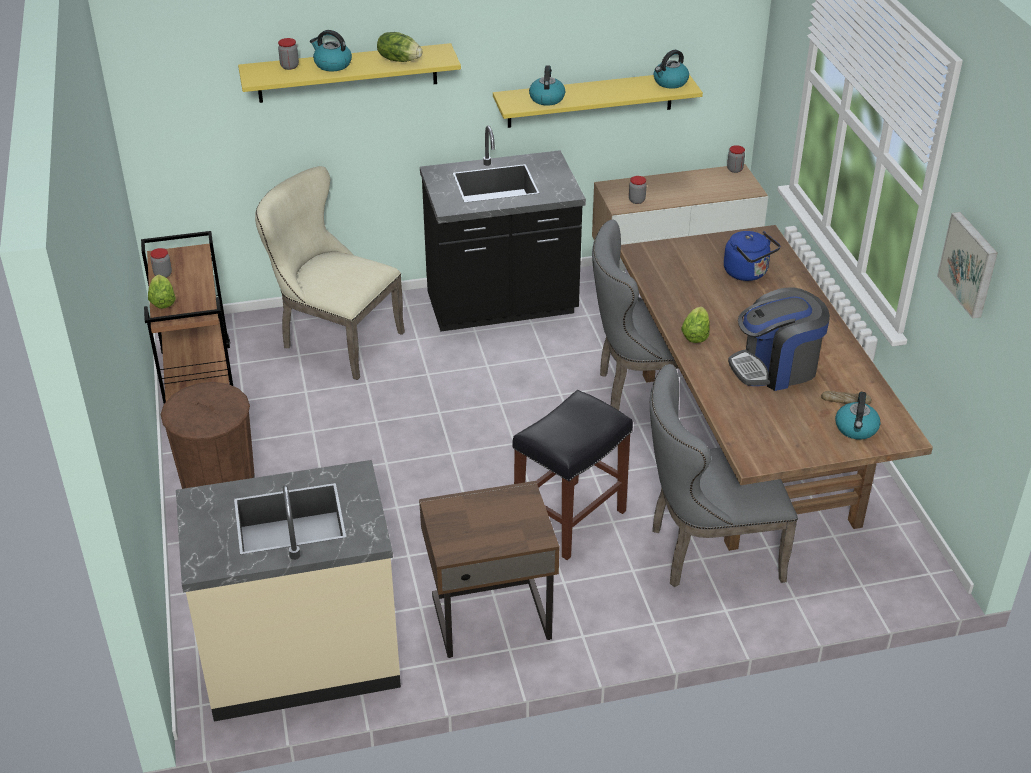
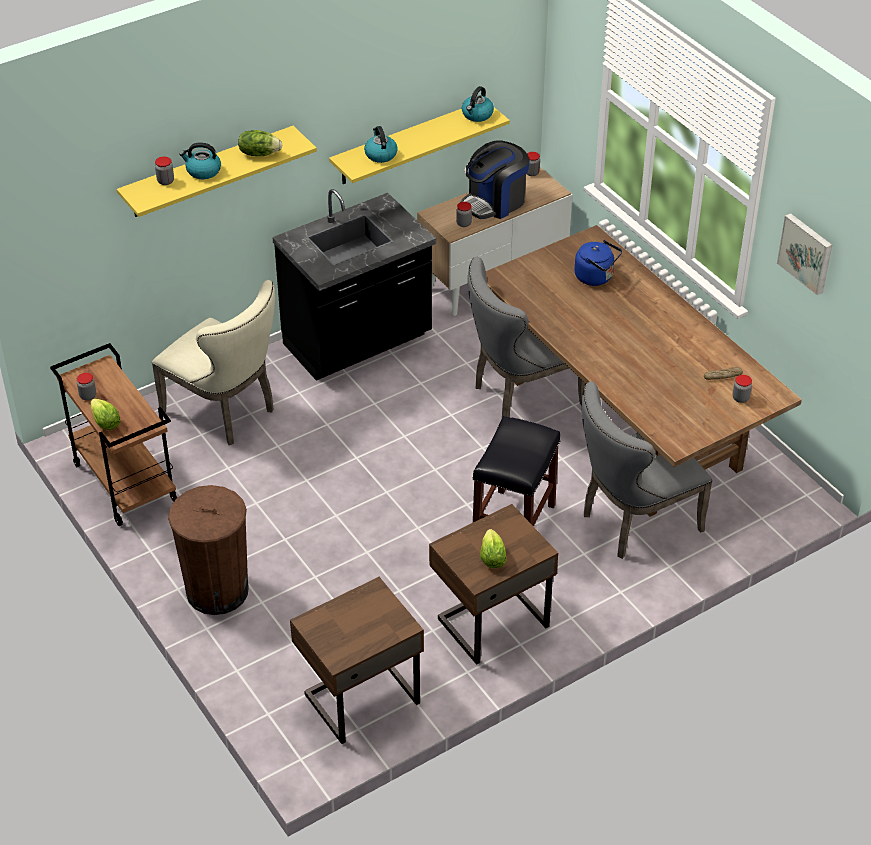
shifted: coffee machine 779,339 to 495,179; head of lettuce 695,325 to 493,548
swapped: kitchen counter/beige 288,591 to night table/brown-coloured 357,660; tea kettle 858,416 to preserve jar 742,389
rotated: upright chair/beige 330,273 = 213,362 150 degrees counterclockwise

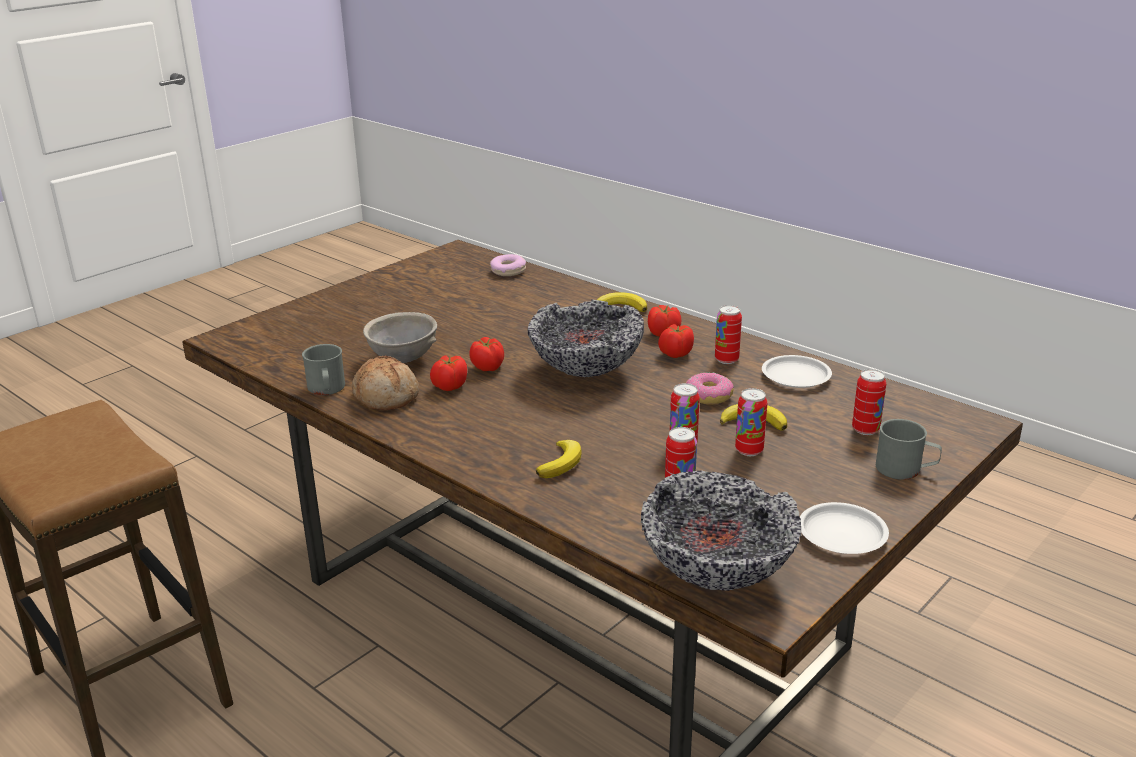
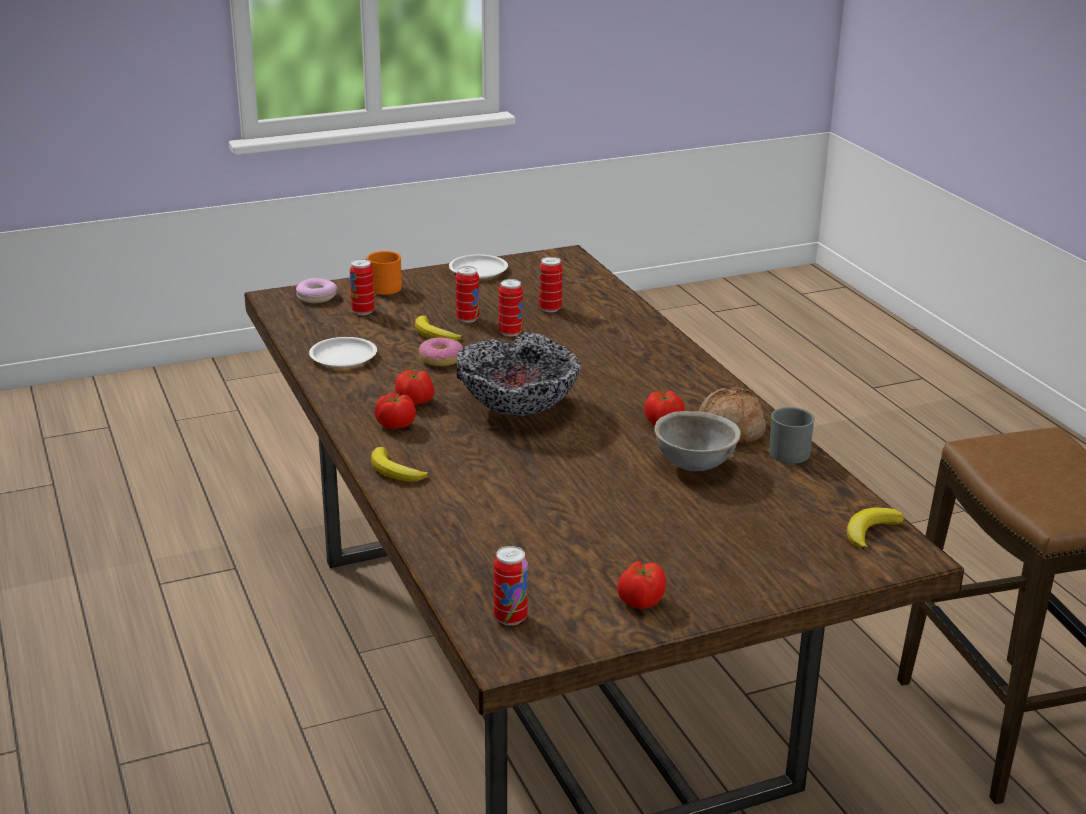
gone: serving bowl 721,530
shifted: donut 508,265 to 317,290; can 728,334 to 511,585; whole tomato 486,354 to 641,585; banana fruit 559,459 to 875,529
repainted: tea mug/greyish 909,449 to tea mug/orange-coloured 384,273

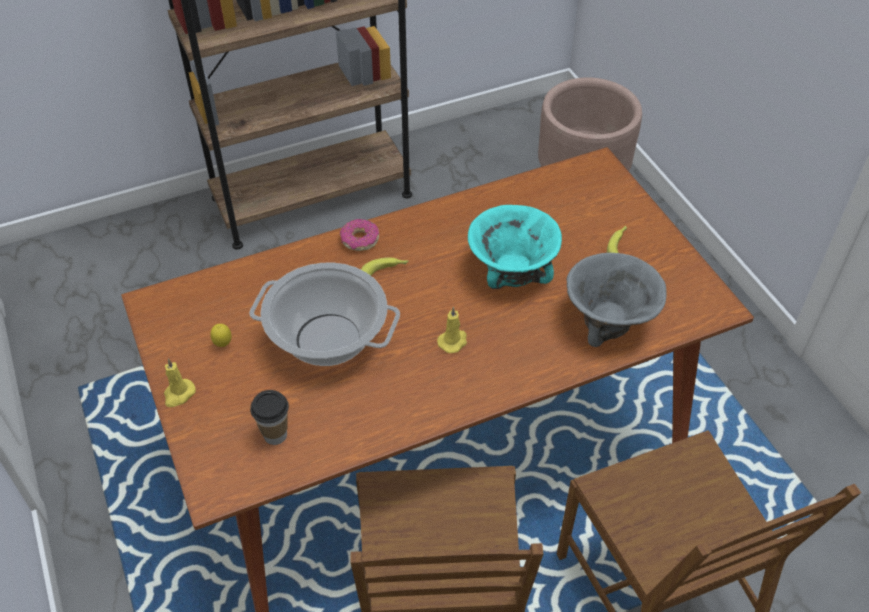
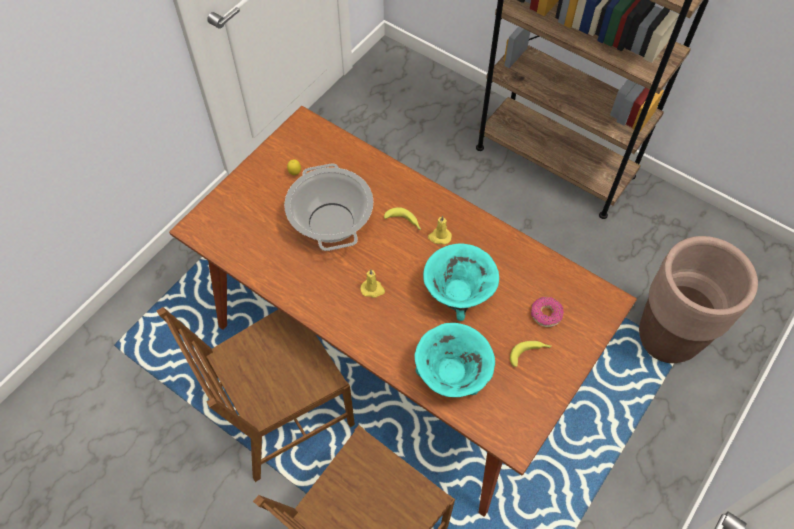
gone: drinking cup 269,417
shifted: wax light/yellowish 180,383 to 440,230; donut 359,235 to 547,312
repainted: serving bowl/greyish 616,300 to serving bowl/turquoise-coloured 455,360

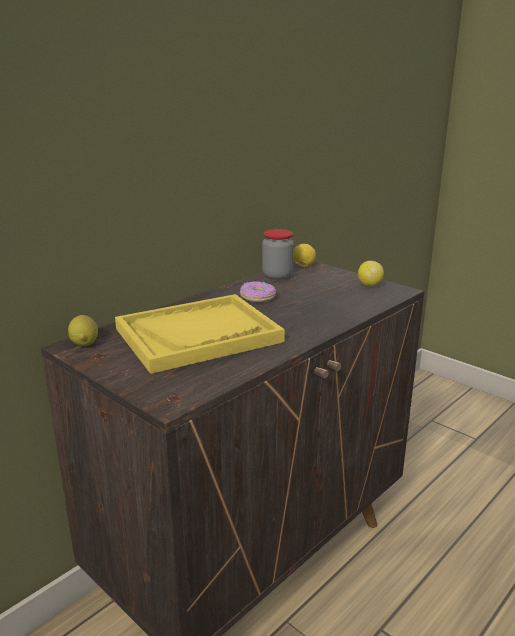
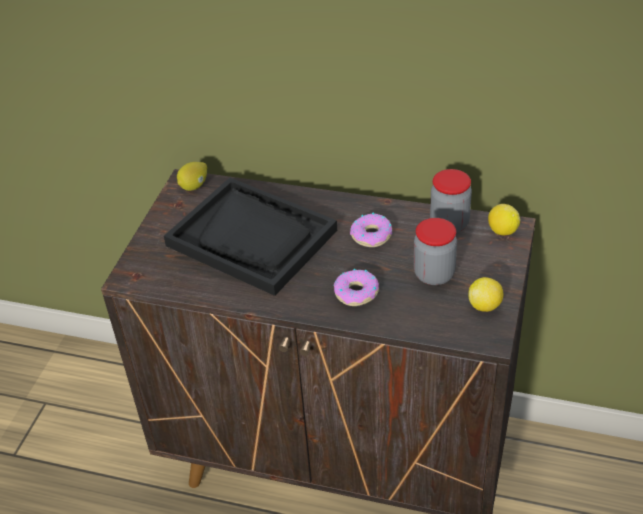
new: donut 356,287; preserve jar 435,251
repainted: serving tray/yellowish 200,334 to serving tray/black-coloured 250,237

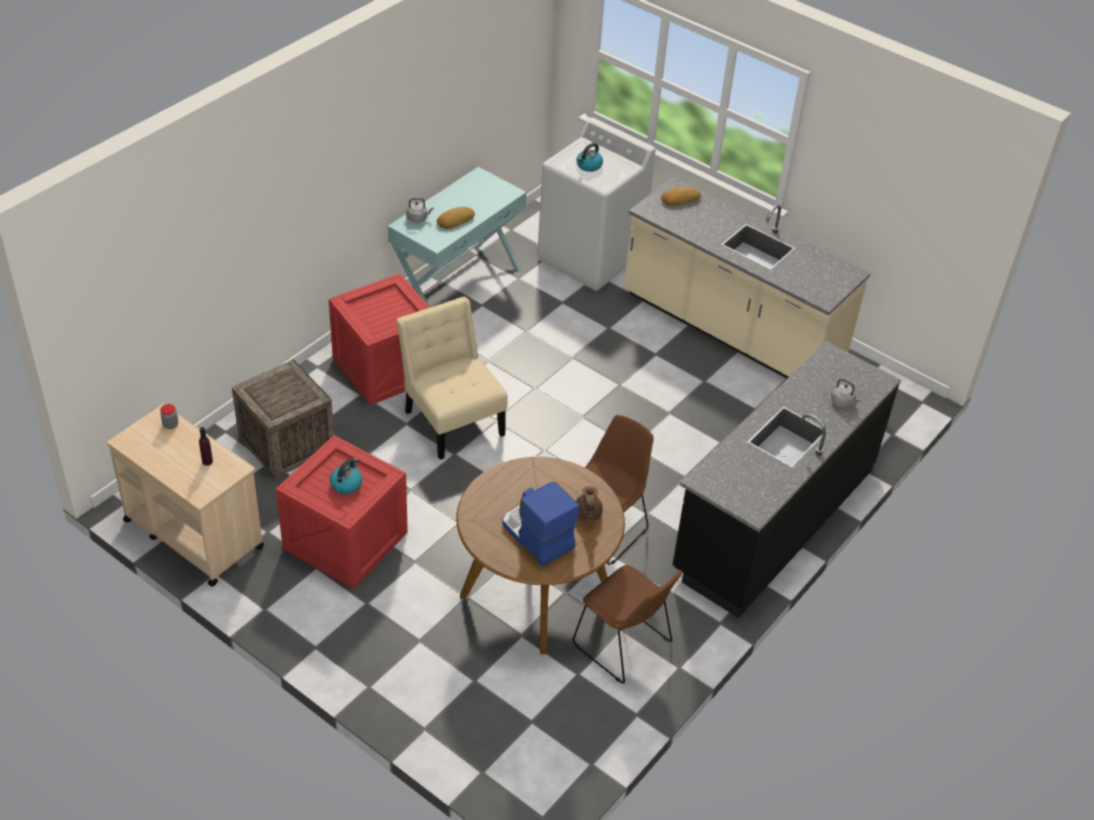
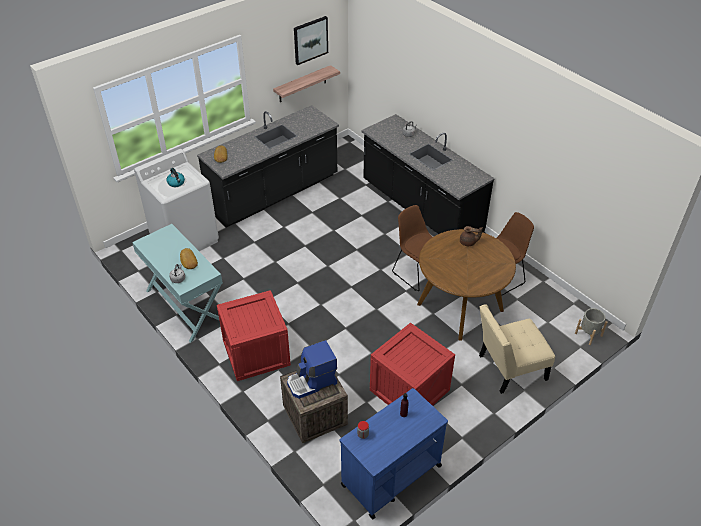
gone: tea kettle 346,476
new: shelf 306,83; wall art 311,40; flower pot/greyish 591,326
shifted: coffee machine 540,524 to 312,369; upright chair/beige 452,378 to 517,349
repainted: kitchen counter/beige 747,277 to kitchen counter/black-coloured 268,166; trolley/beige 185,495 to trolley/blue-coloured 394,453

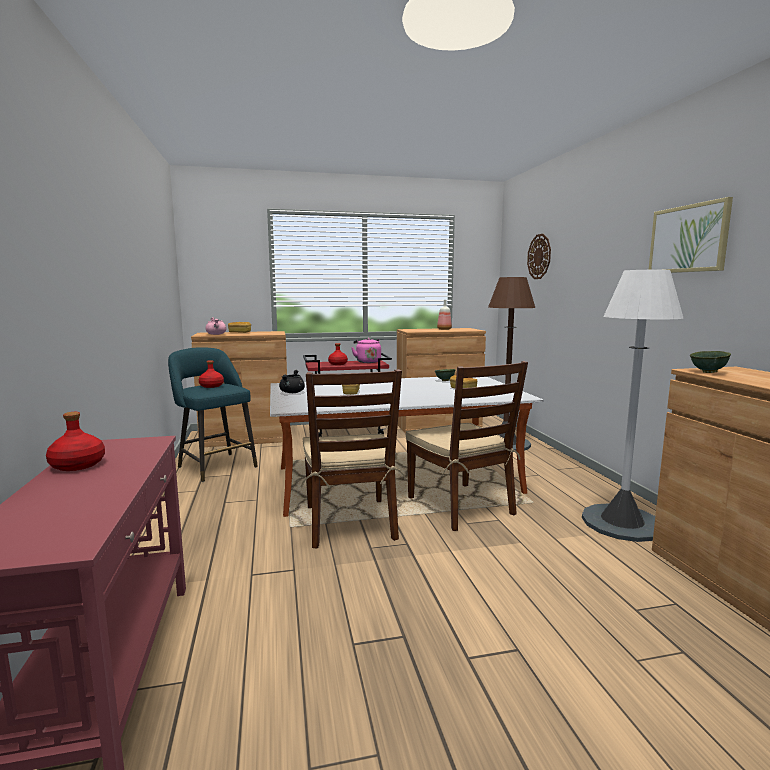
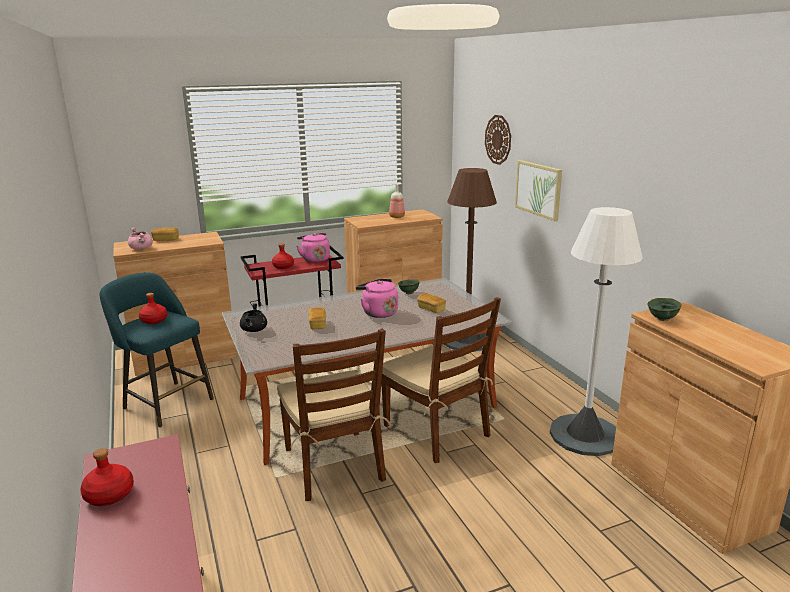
new: tea kettle/pink 376,298
shifted: wall art 691,235 to 538,190

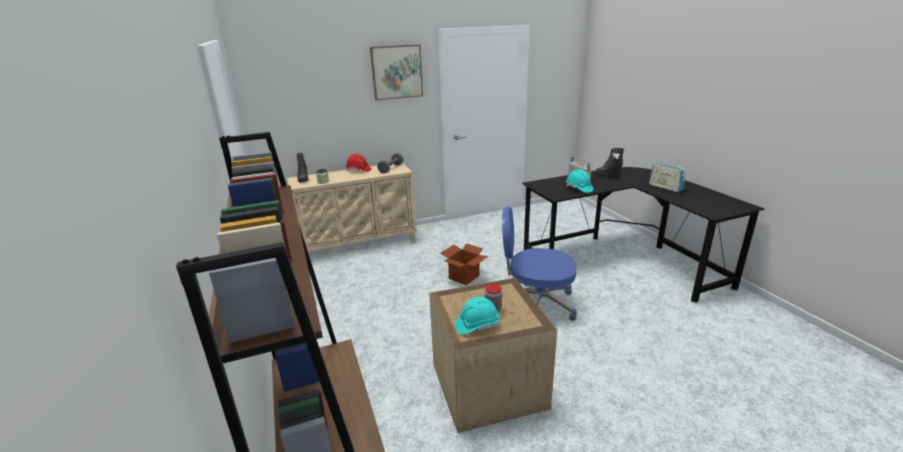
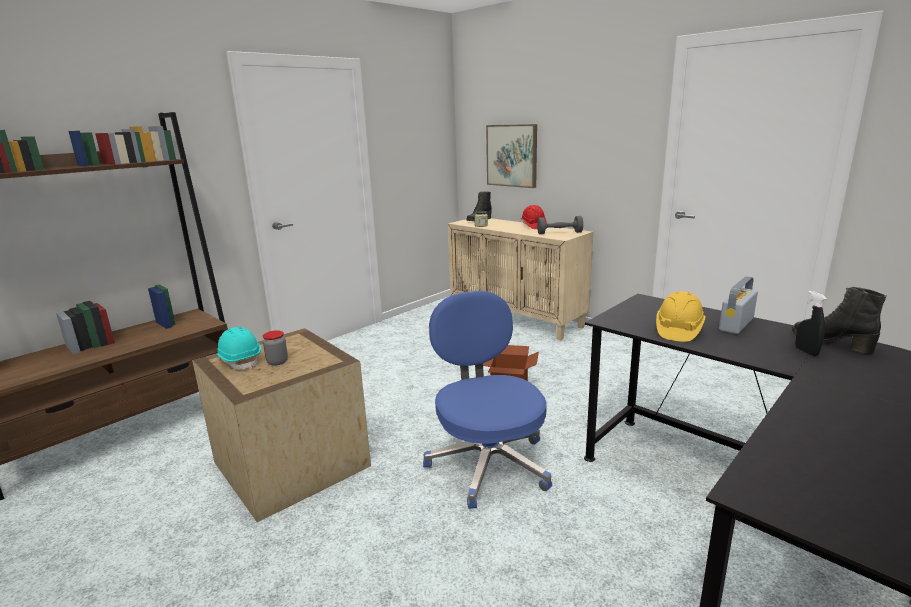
gone: radio receiver 667,175
shifted: wall art 396,72 to 511,156
repainted: safety helmet/turquoise-coloured 580,181 to safety helmet/yellowish 681,316

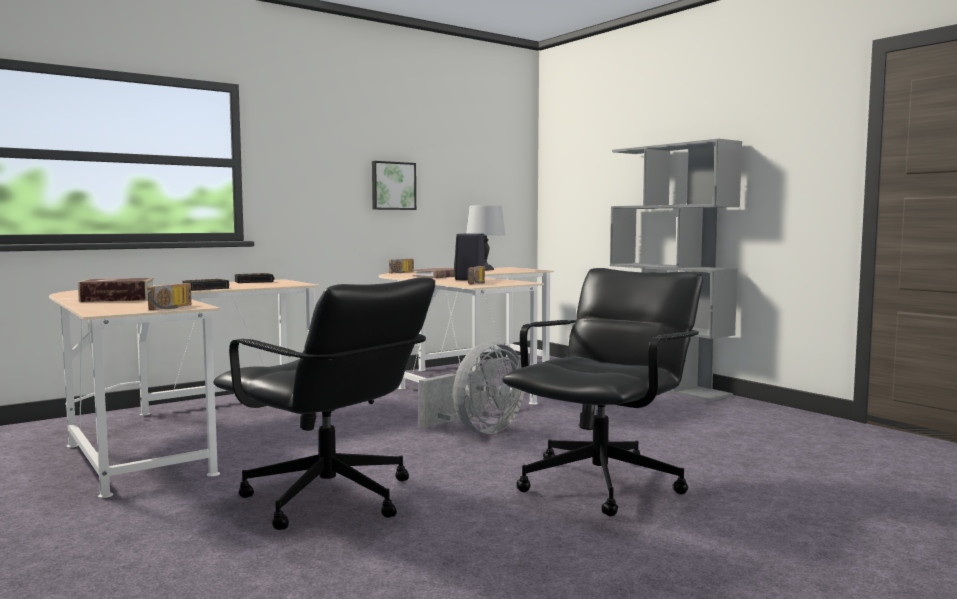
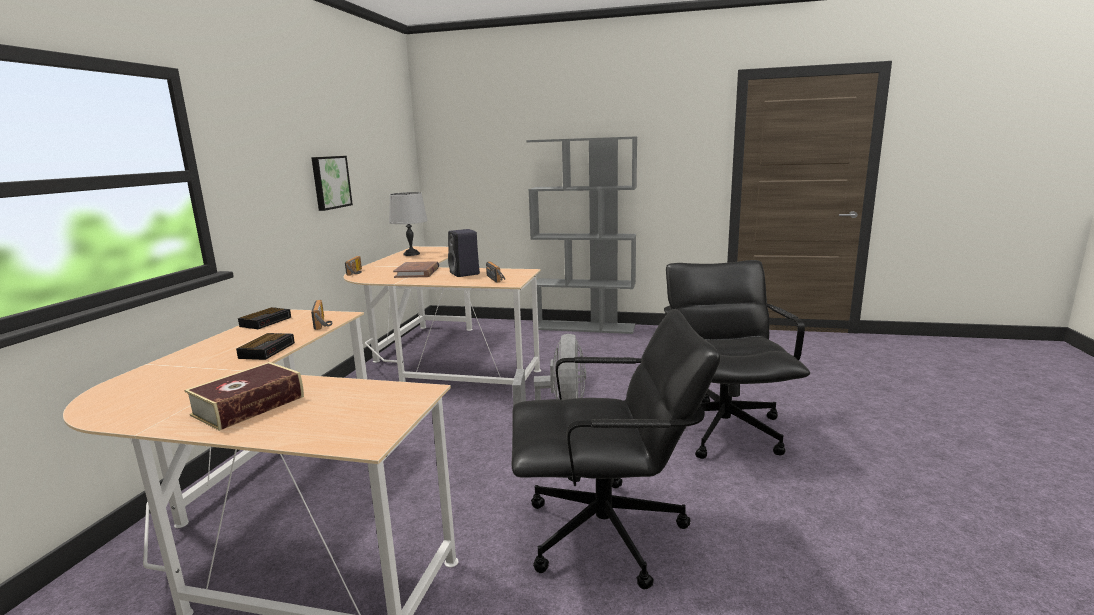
shifted: radio receiver 170,296 to 321,315

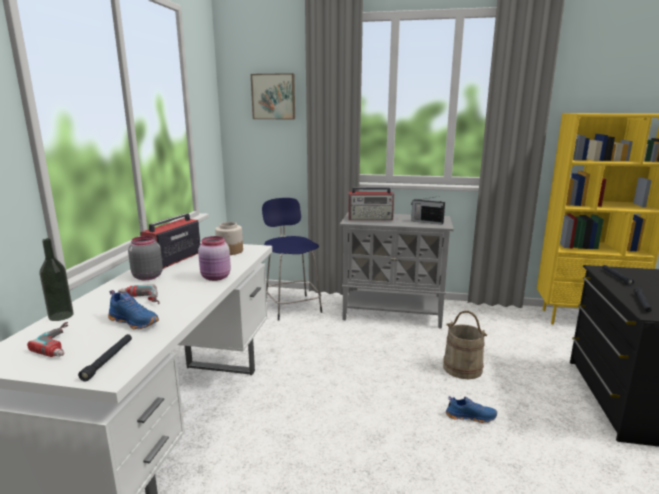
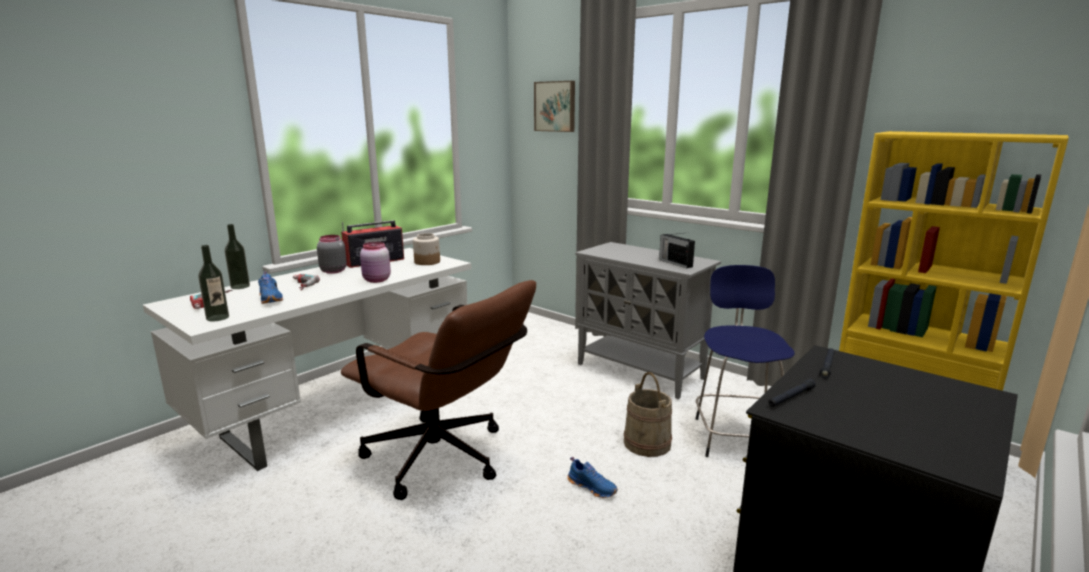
gone: radio receiver 371,203
new: computer chair/brown-coloured 438,390
shifted: sitting stool/blue-coloured 292,259 to 745,361
swapped: torch/black-coloured 105,357 to drink bottle 213,283

